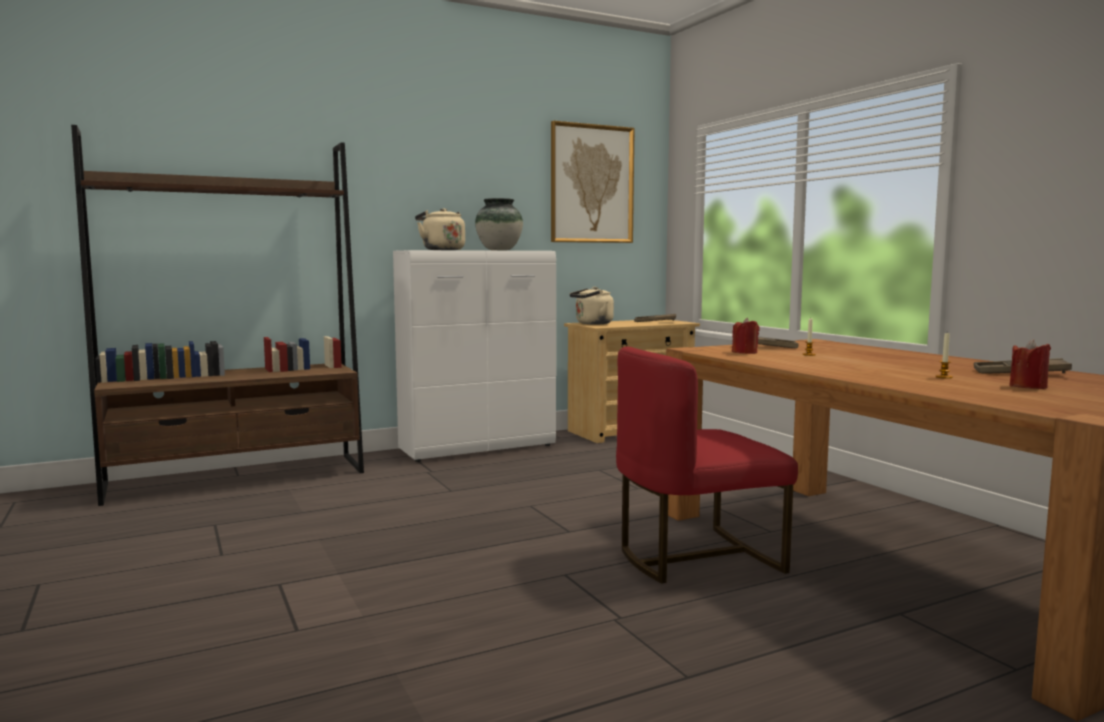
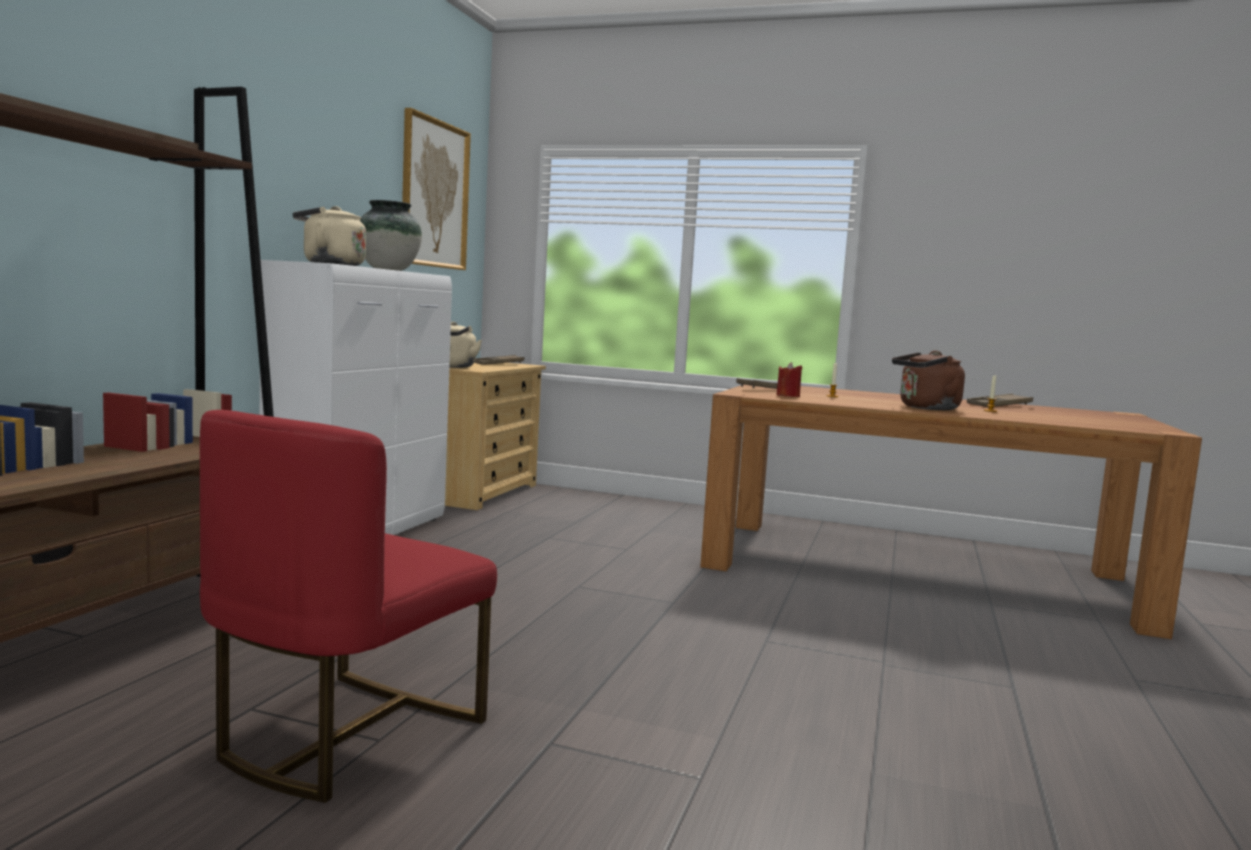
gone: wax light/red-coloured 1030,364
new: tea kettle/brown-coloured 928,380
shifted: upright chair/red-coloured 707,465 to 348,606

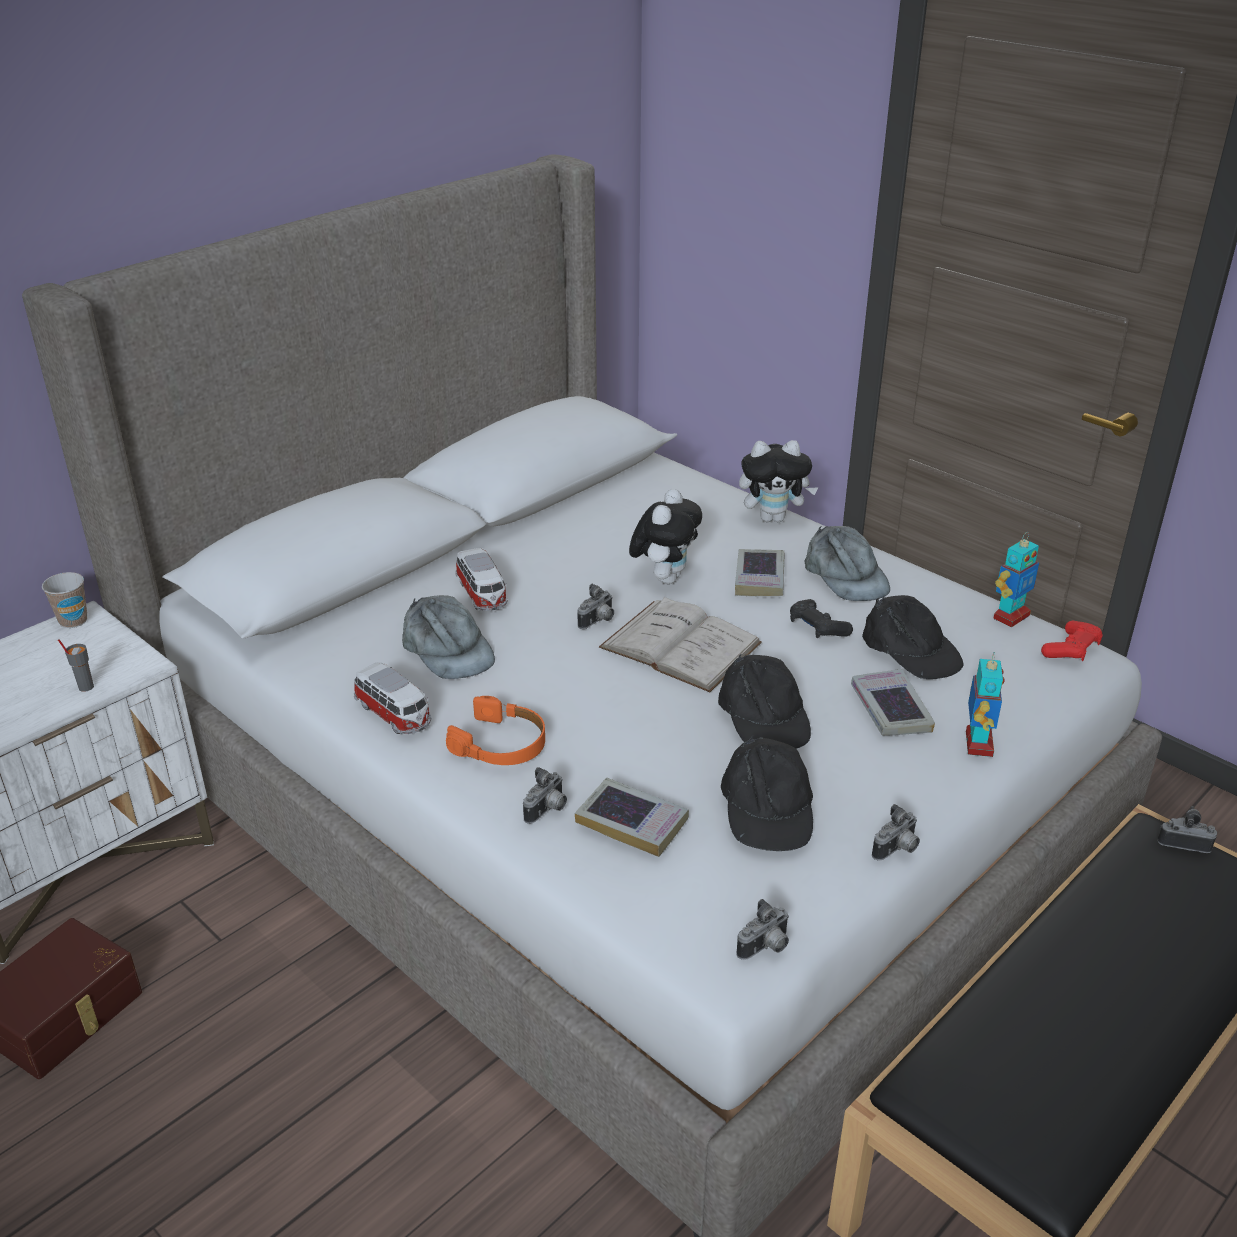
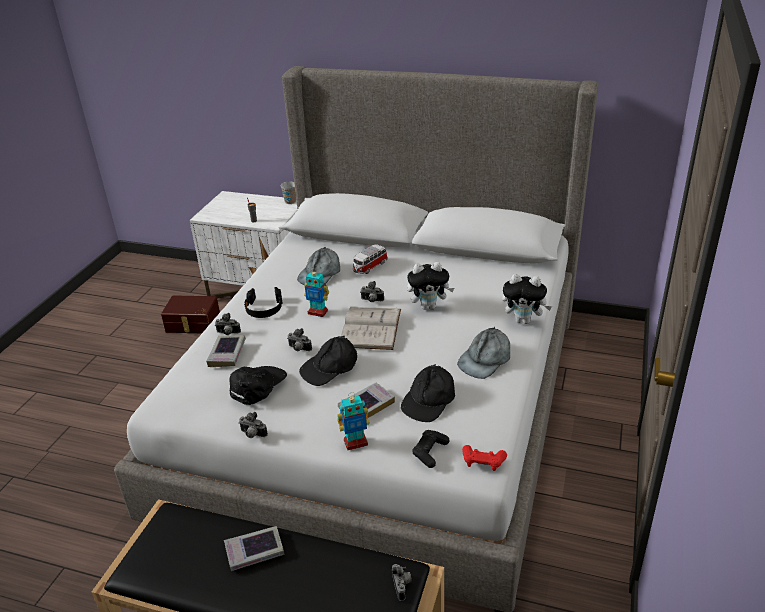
gone: model car 392,698
shifted: book 759,572 to 254,548; photo camera 762,929 to 299,339; robot figure 1016,579 to 316,292; joypad/black-coloured 821,618 to 430,449
repainted: pair of headphones/orange-coloured 495,730 to pair of headphones/black-coloured 263,302
rotated: peaked cap/black-coloured 767,793 = 258,385 150 degrees clockwise; soft toy 779,481 = 527,299 45 degrees counterclockwise

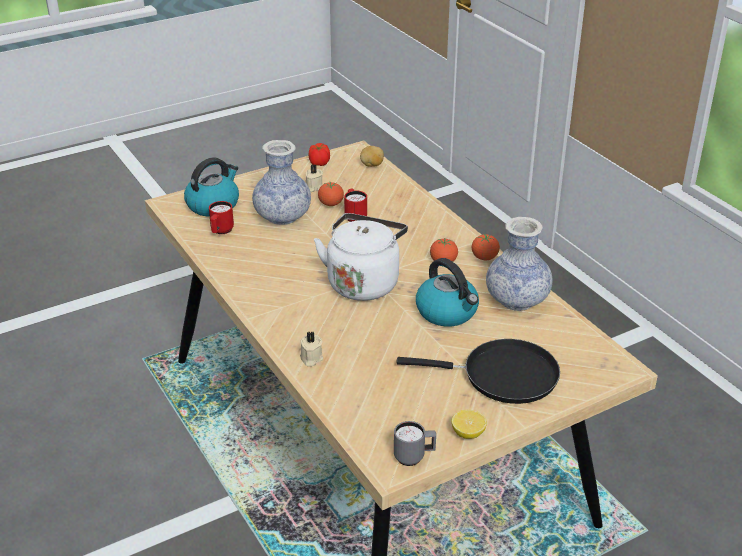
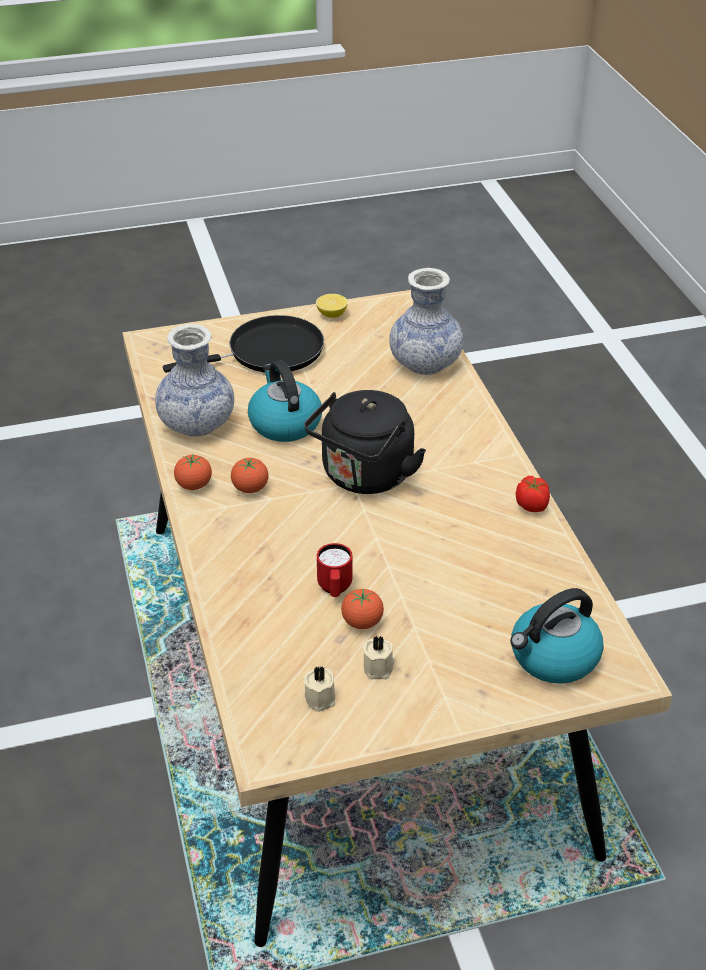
gone: tea mug/red-coloured 221,217; whole potato 372,156; tea mug/greyish 415,443
shifted: wax light/beige 311,349 to 319,689; vase 281,182 to 426,321; whole tomato 319,154 to 533,494
repainted: tea kettle/whitish 361,257 to tea kettle/black-coloured 365,442
rotated: skillet/black-coloured 478,371 = 243,344 135 degrees clockwise

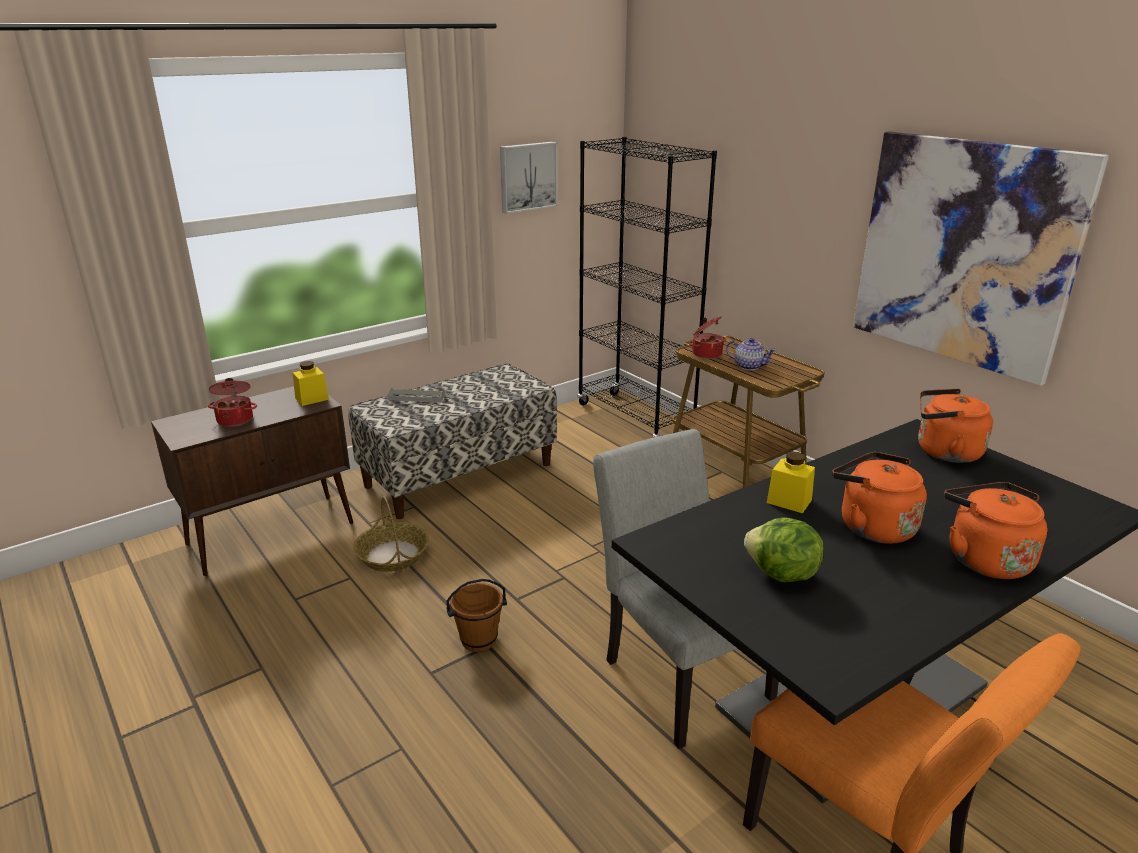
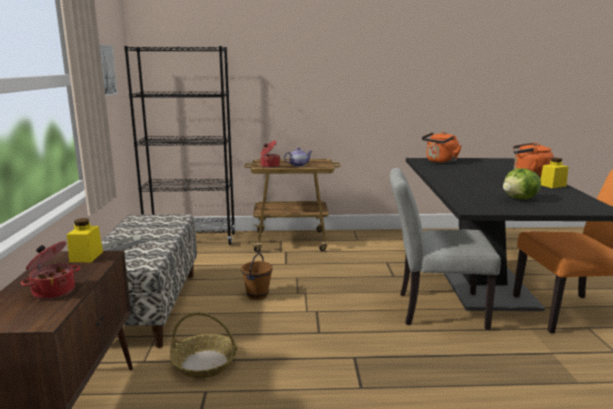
gone: tea kettle/orange-coloured 879,498; wall art 981,258
shifted: pail/brown-coloured 476,615 to 256,276; preserve jar/yellowish 791,482 to 554,173

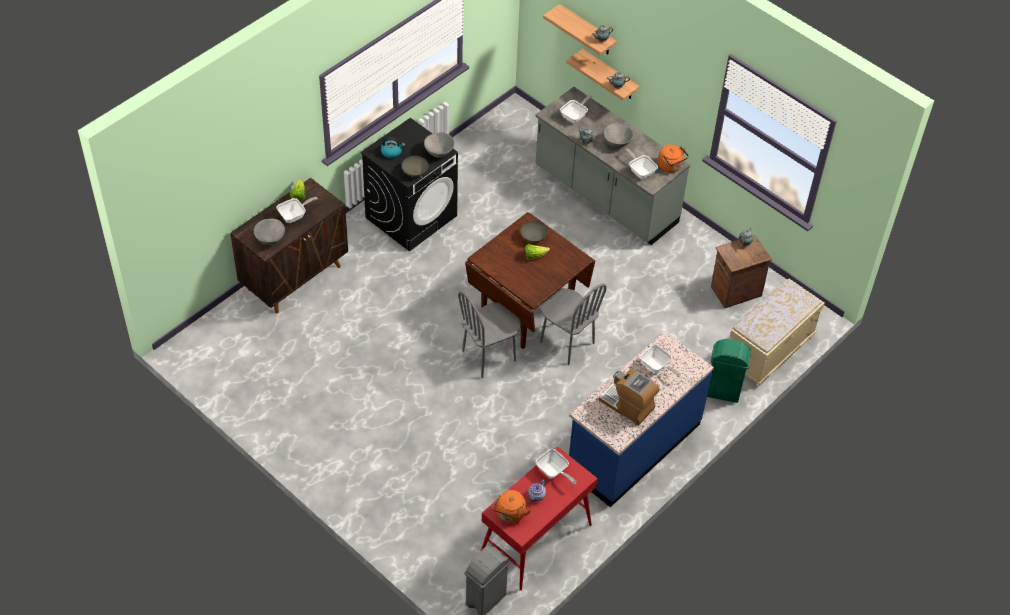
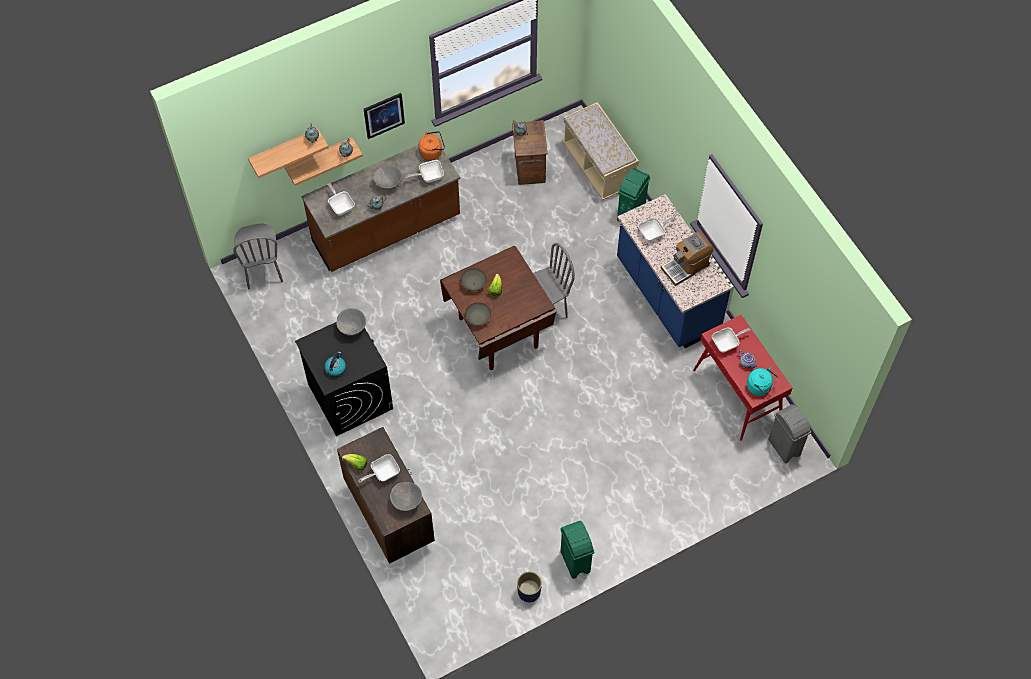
new: wall art 384,116; flower pot/blue-coloured 529,587; trash can/green 577,550
shifted: upright chair/greyish 489,334 to 258,256; serving bowl/greyish 415,166 to 478,314
repainted: kitchen counter/greyish 612,166 to kitchen counter/brown-coloured 380,208; tea kettle/orange-coloured 512,506 to tea kettle/turquoise-coloured 763,381
rotated: skillet 297,210 = 379,468 105 degrees counterclockwise

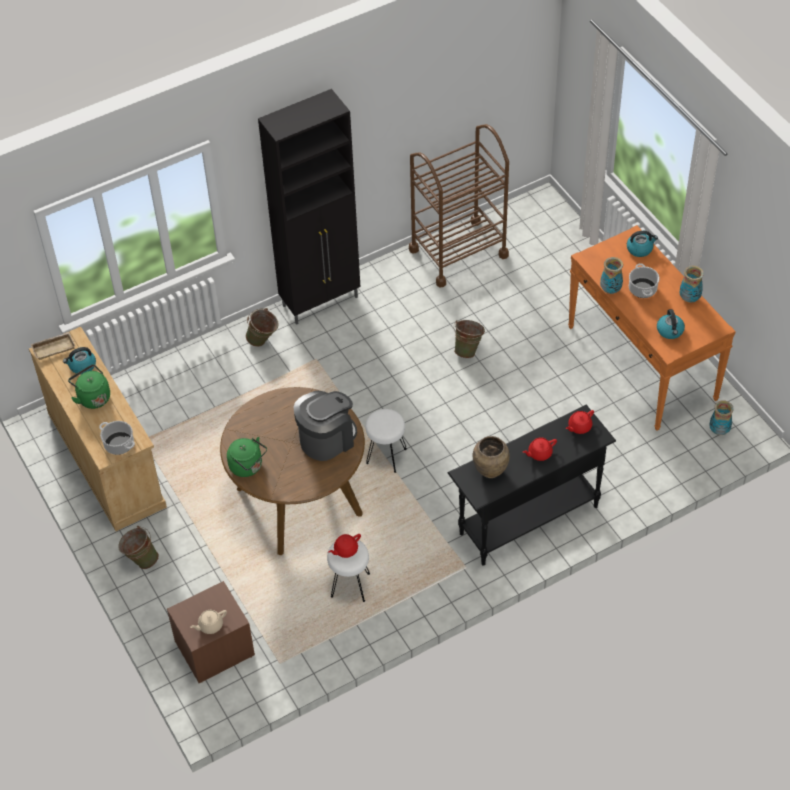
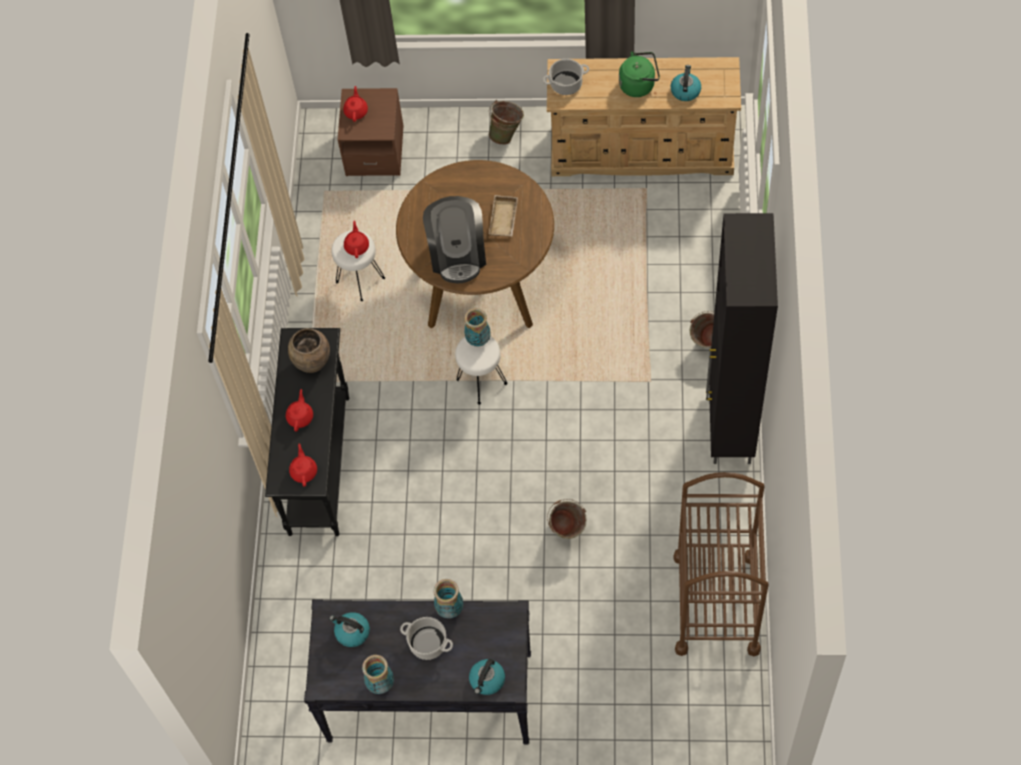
gone: tea kettle/green 247,457
shifted: vase 721,417 to 477,327; serving tray/beige 53,346 to 503,215
repainted: console table/orange-coloured 652,328 to console table/black-coloured 417,672; pot for tea/beige 208,622 to pot for tea/red-coloured 355,104

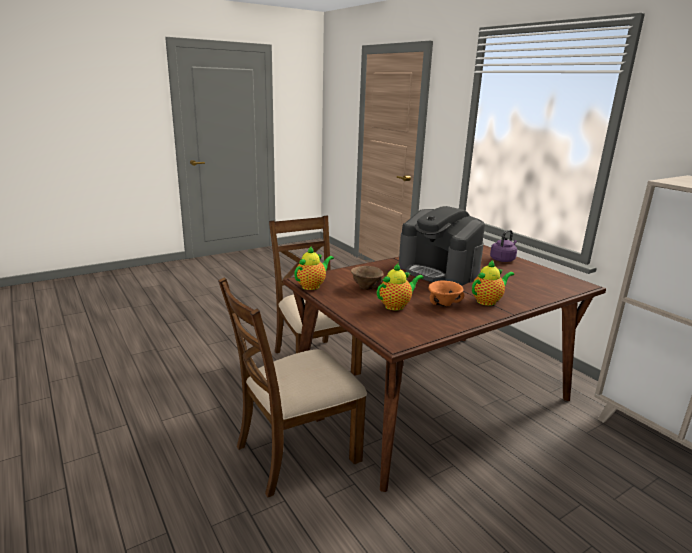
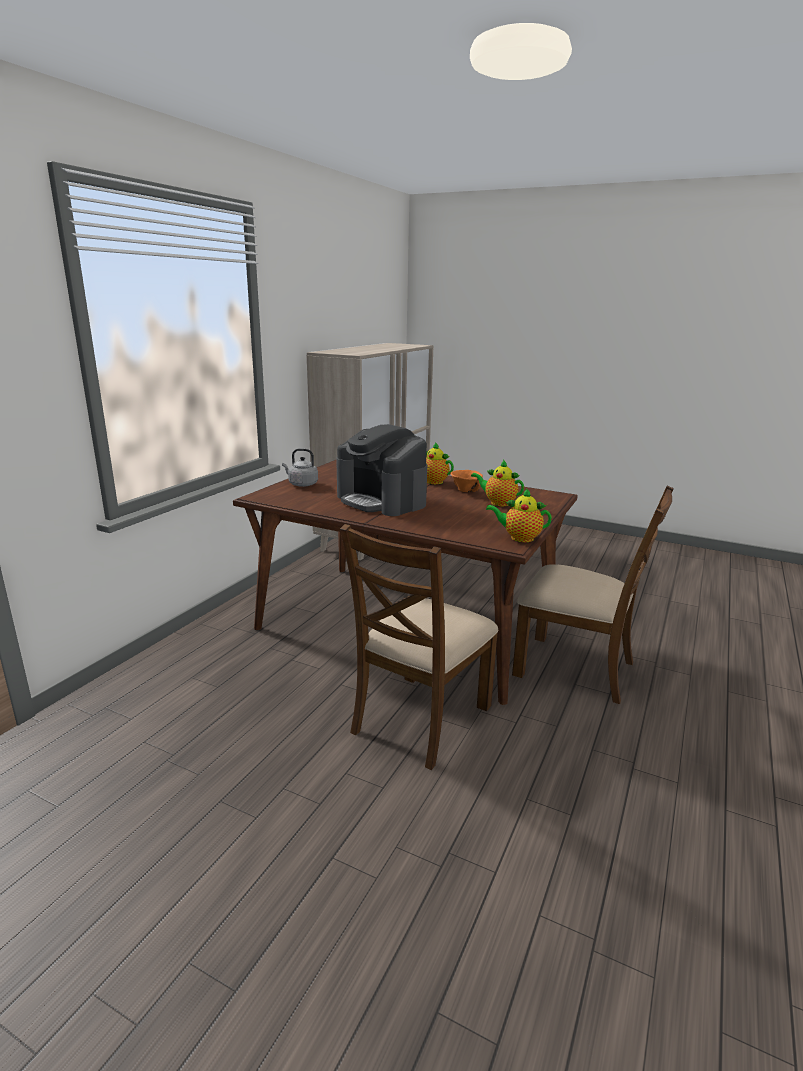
gone: serving bowl/brown-coloured 367,277
repainted: tea kettle/purple-coloured 503,246 to tea kettle/greyish 300,467
rotated: coffee machine 442,246 = 381,470 120 degrees clockwise

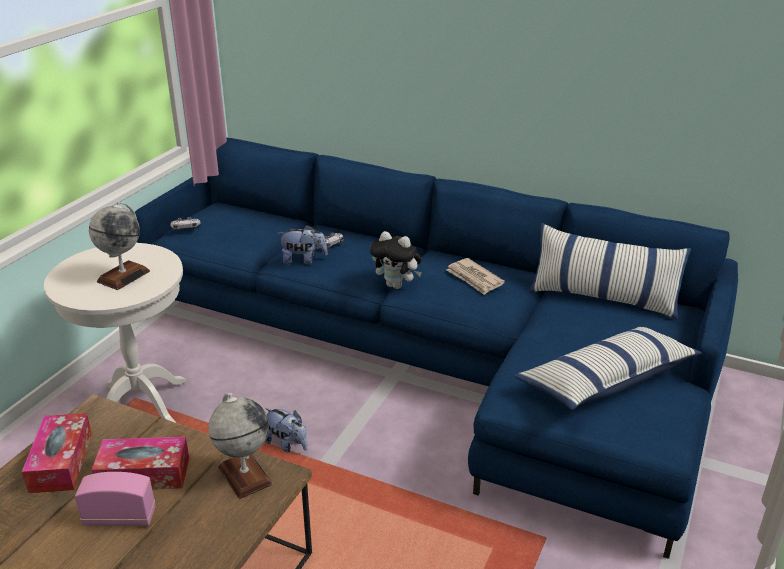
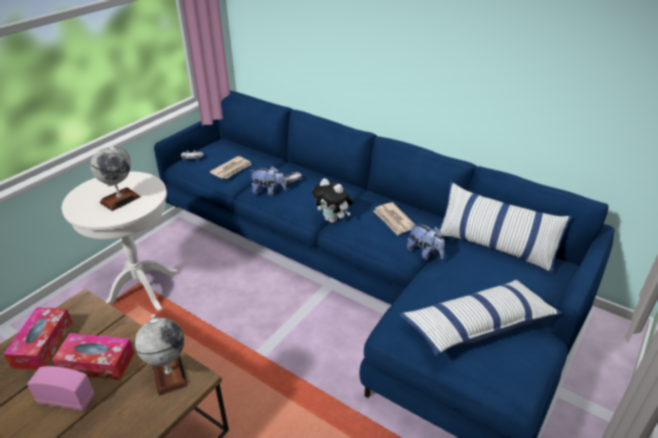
new: daily paper 231,167
shifted: soft toy 286,430 to 426,241

